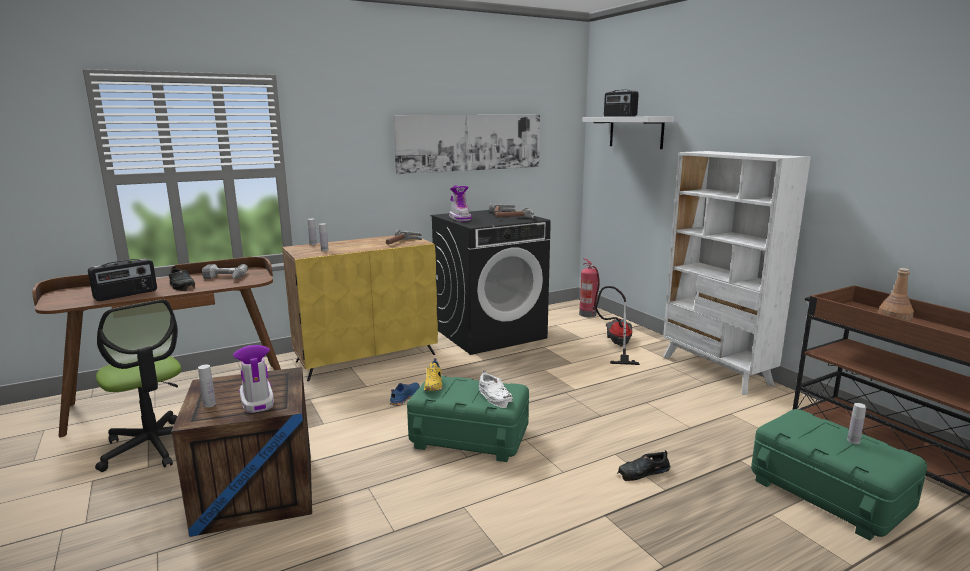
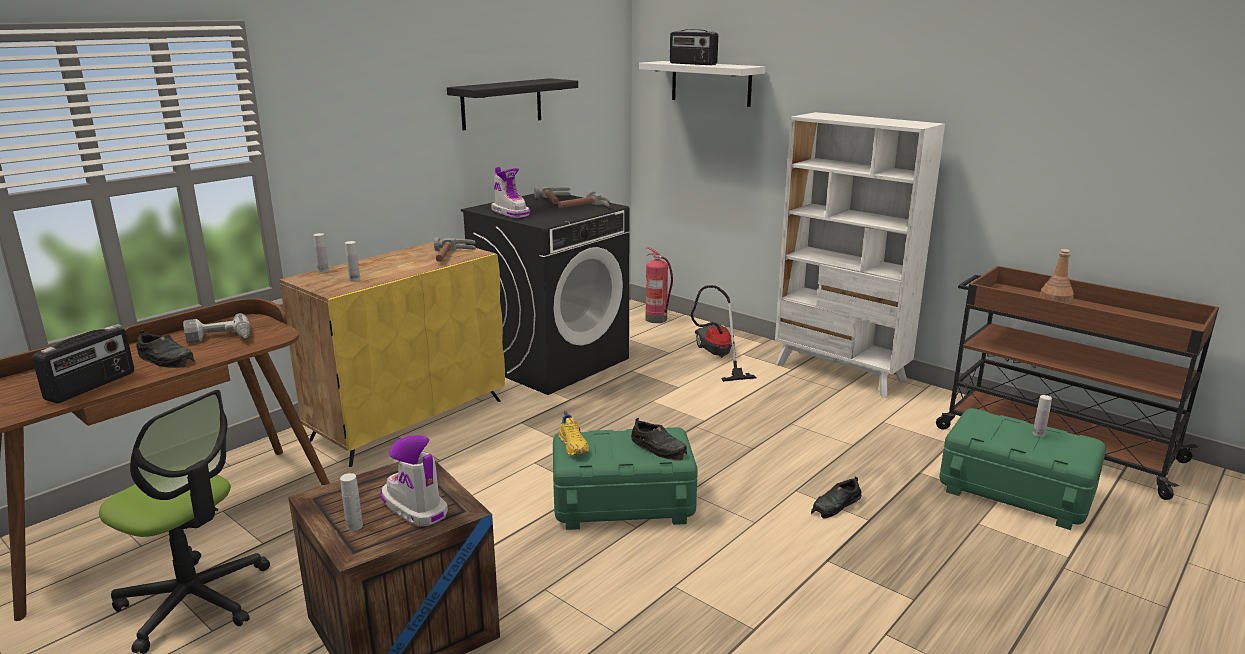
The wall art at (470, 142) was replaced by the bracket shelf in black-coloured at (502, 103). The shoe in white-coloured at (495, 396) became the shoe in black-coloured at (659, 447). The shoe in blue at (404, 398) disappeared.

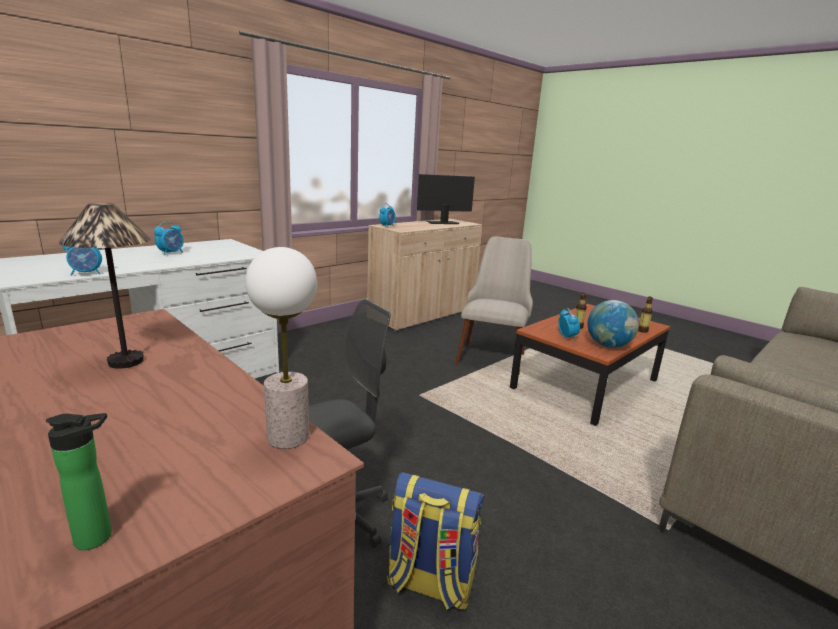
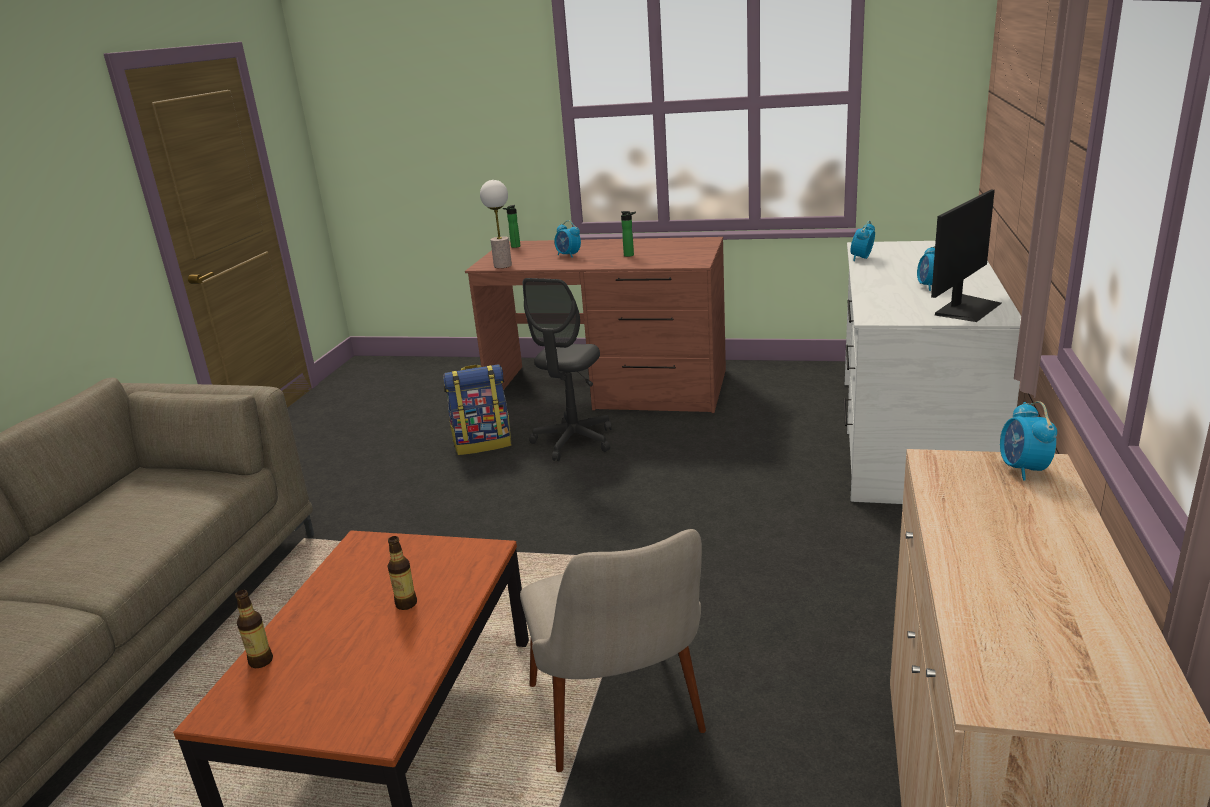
The table clock moved from (567, 337) to (568, 255). The tabletop lamp at (126, 361) was replaced by the drink bottle at (630, 255). The computer screen moved from (442, 222) to (967, 308). The world globe at (608, 345) disappeared.

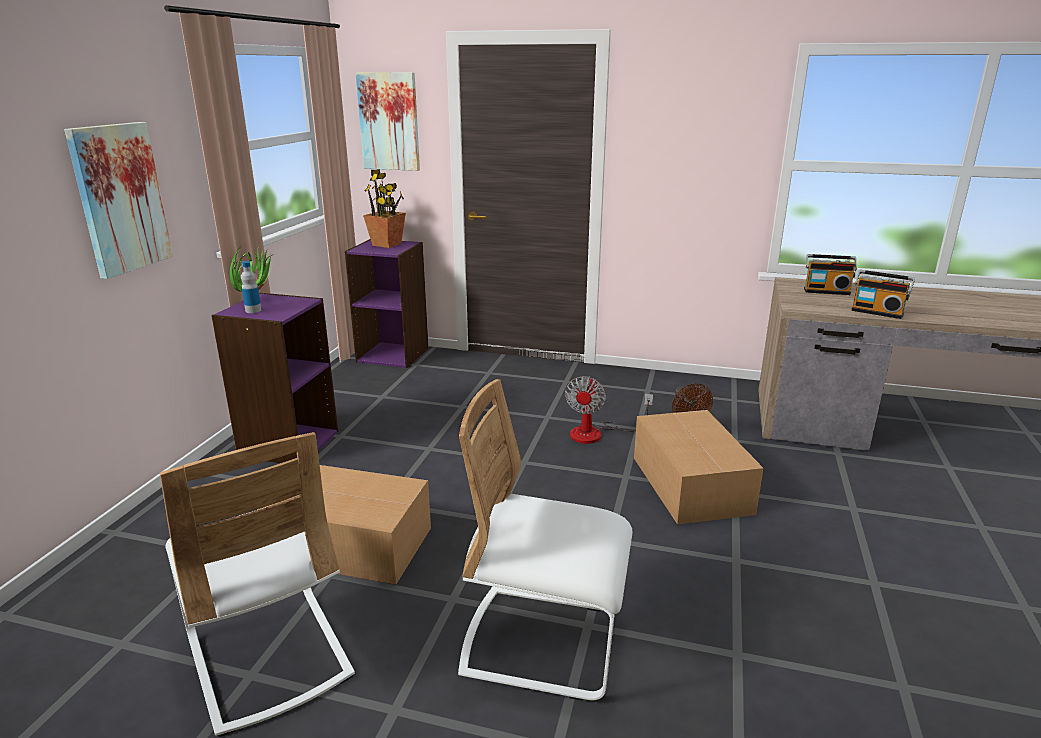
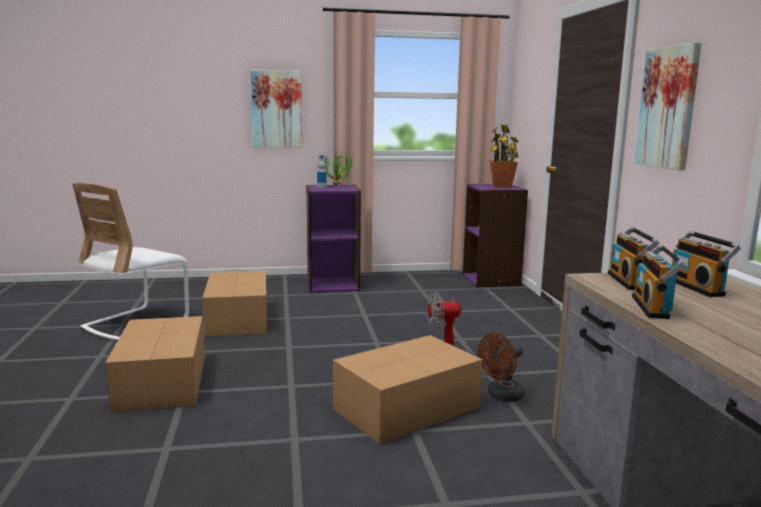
The chair in white-coloured at (543, 641) was replaced by the cardboard box at (163, 381). The radio set at (629, 281) appeared. The wall art moved from (389, 121) to (668, 107).

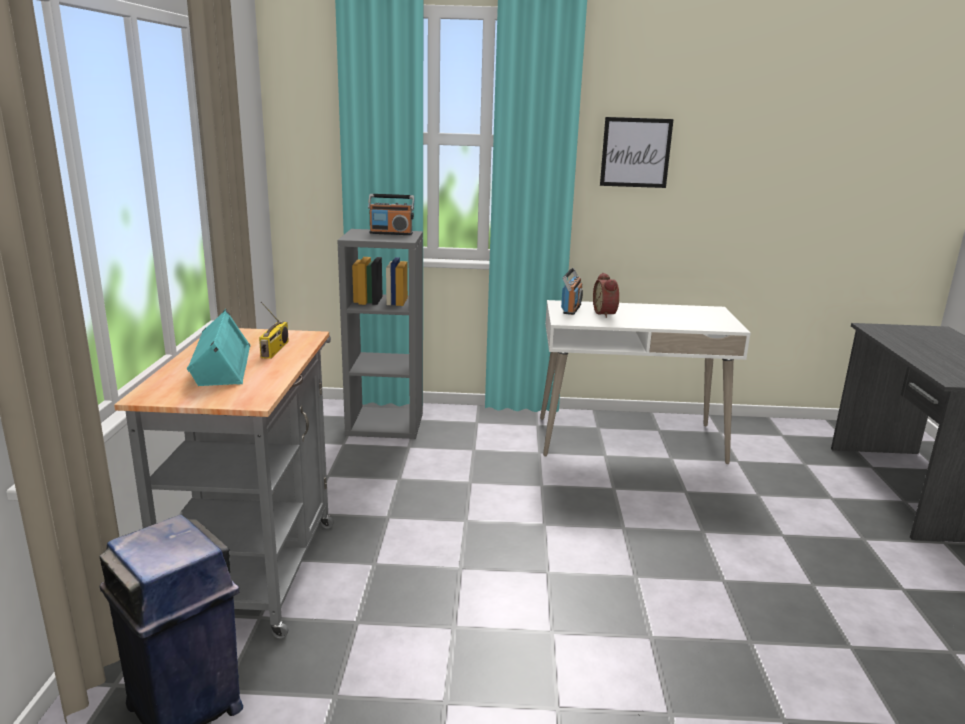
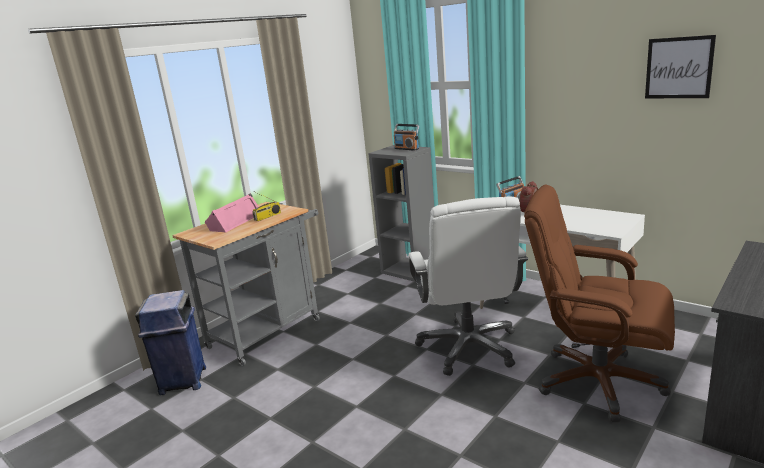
The audio speaker in turquoise at (219, 364) became the audio speaker in pinkish at (234, 221). The office chair in white-coloured at (469, 347) appeared. The office chair in brown-coloured at (597, 382) appeared. The wall art moved from (635, 152) to (679, 68).

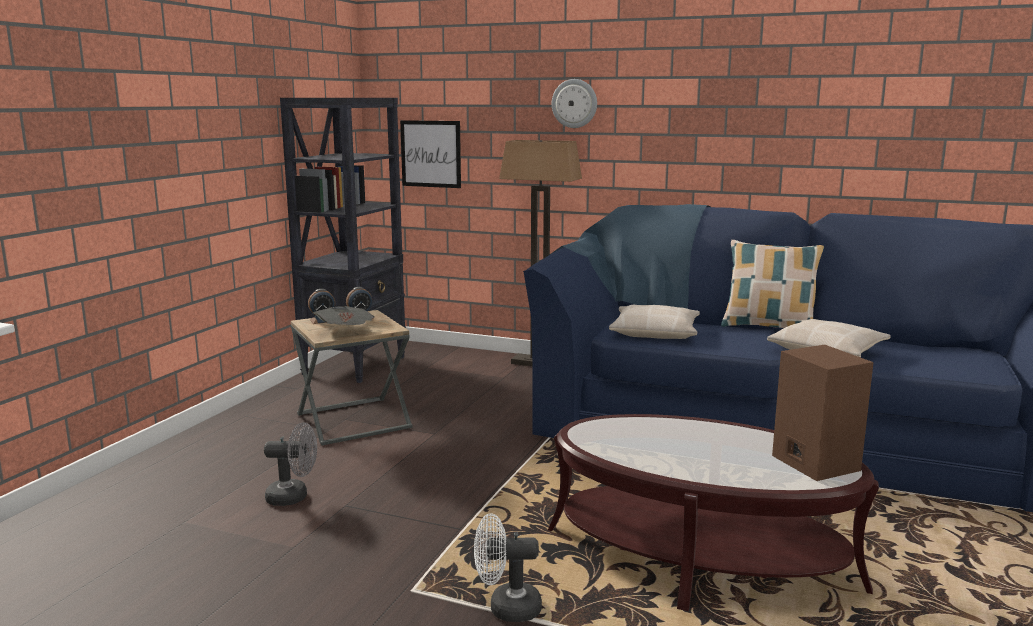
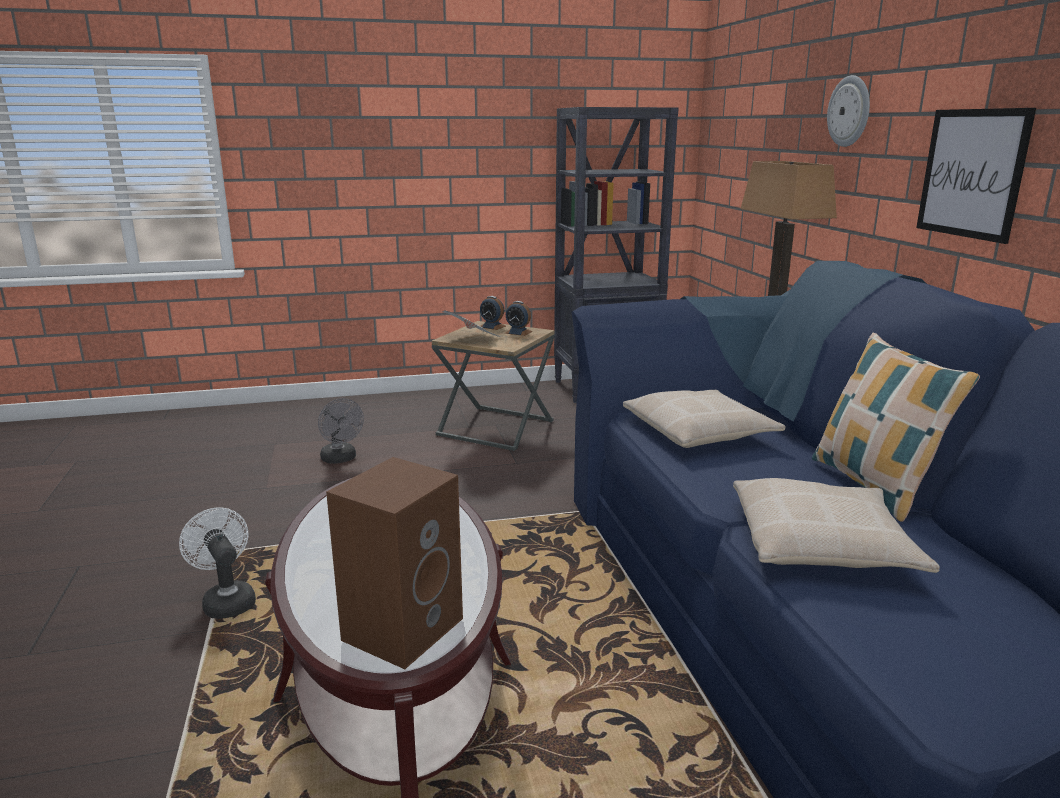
The wall art moved from (431, 154) to (972, 173).

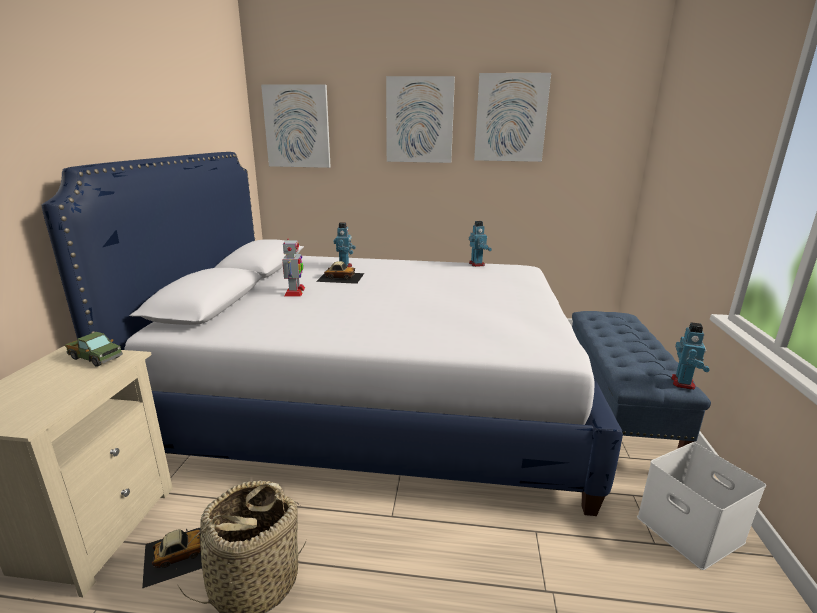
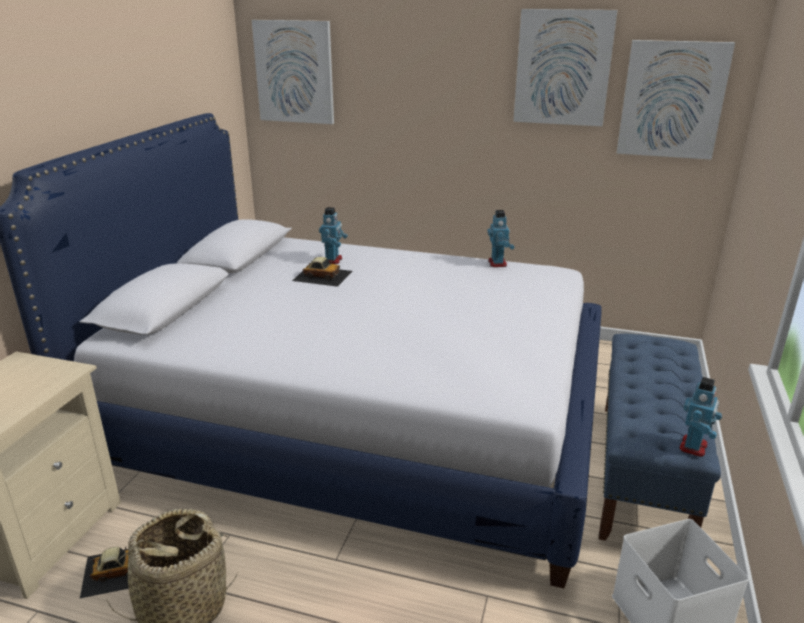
The wall art moved from (419, 120) to (672, 100). The model truck at (96, 358) disappeared. The toy robot at (294, 292) disappeared.

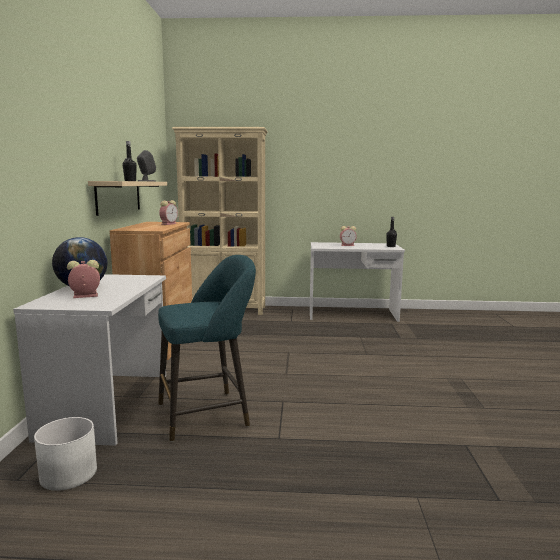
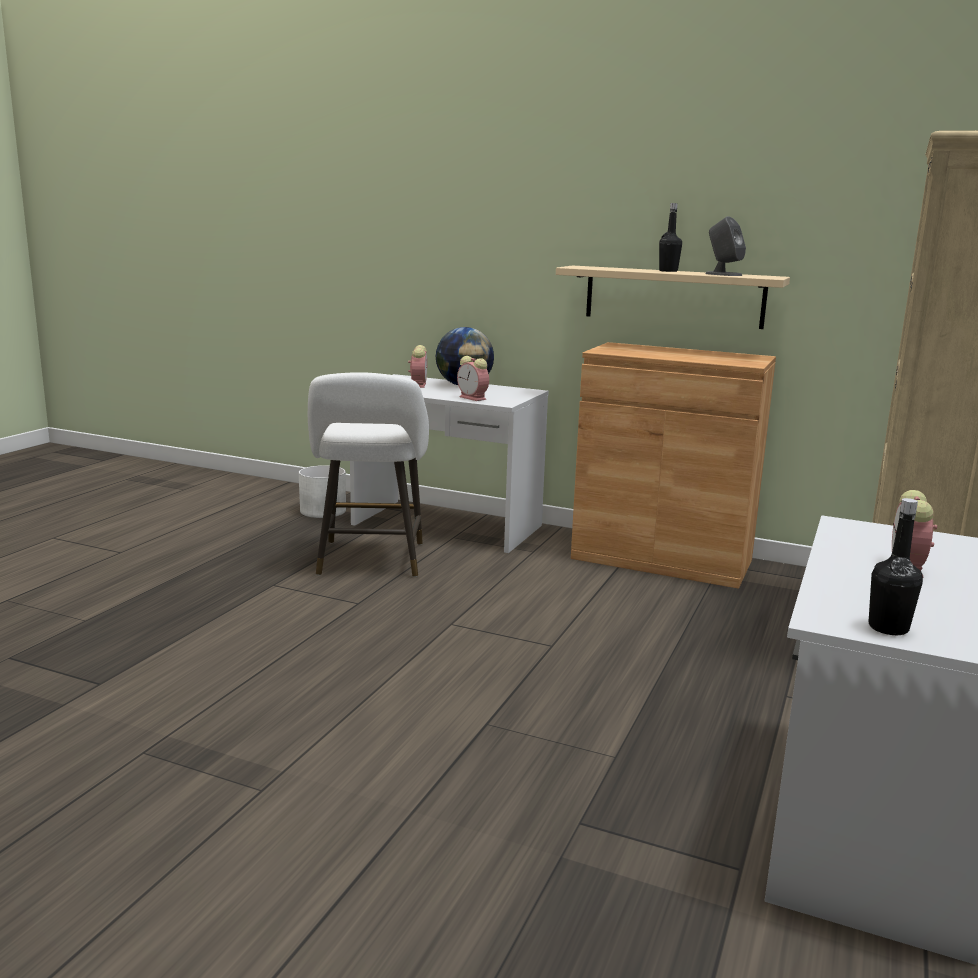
The stool in turquoise at (208, 414) became the stool in white-coloured at (370, 562). The table clock moved from (169, 224) to (473, 398).

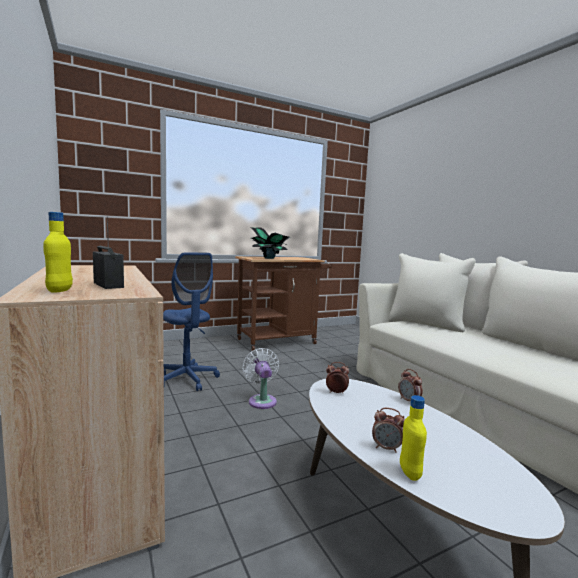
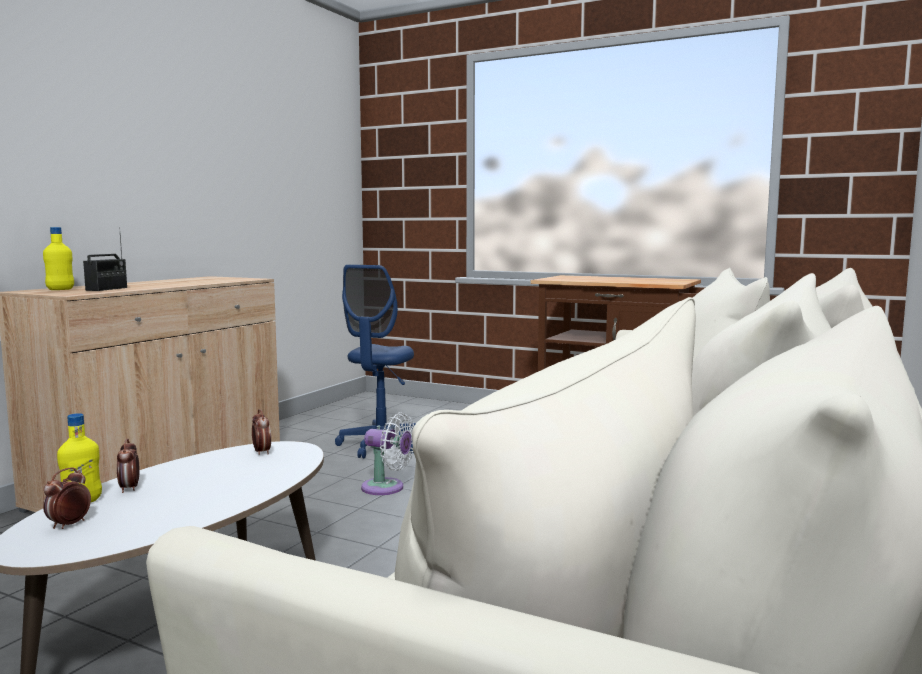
The table clock moved from (409, 401) to (69, 525). The electric fan in white-coloured at (262, 400) turned 75 degrees clockwise. The plant in a pot at (269, 258) disappeared.

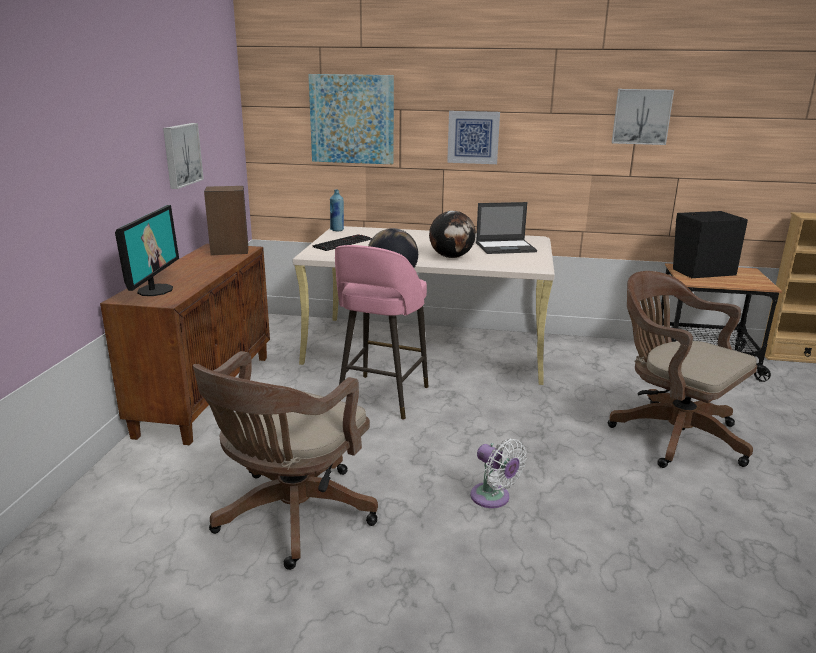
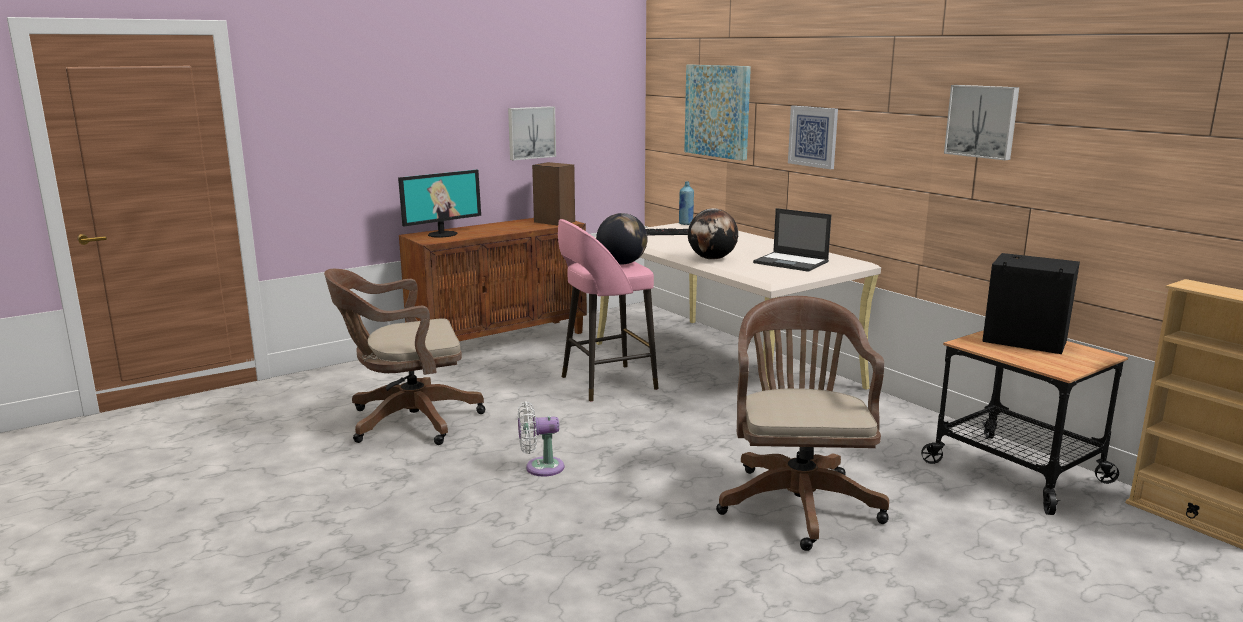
The electric fan in white-coloured at (493, 498) turned 75 degrees clockwise.

